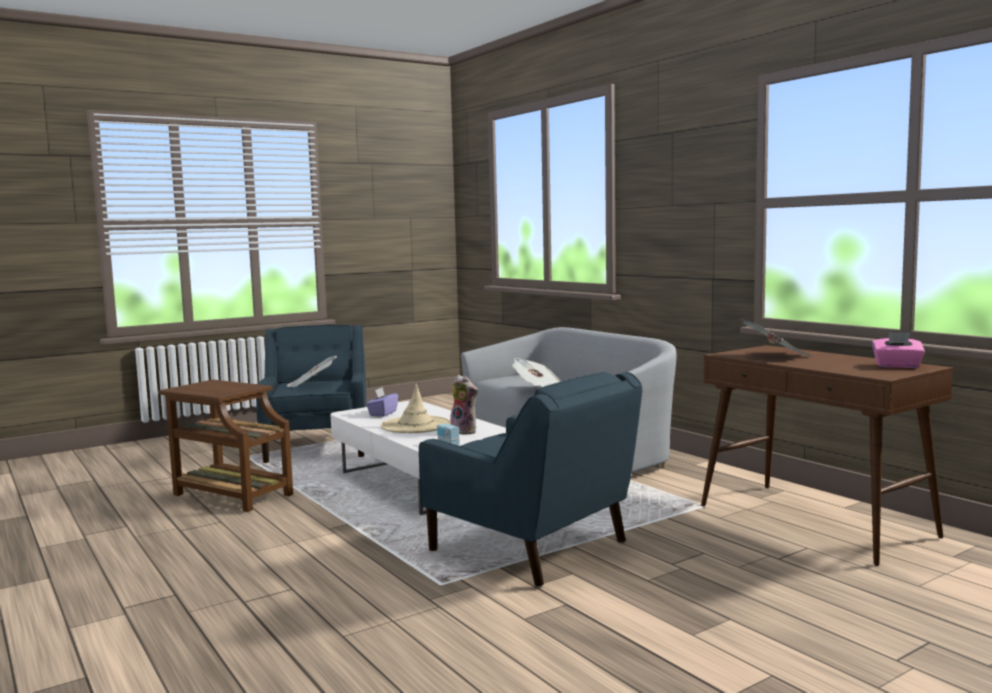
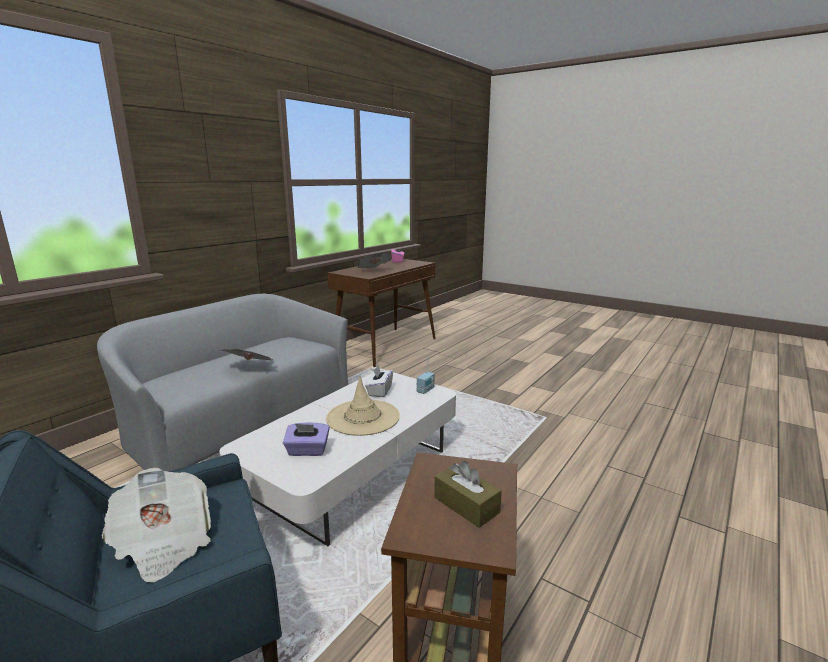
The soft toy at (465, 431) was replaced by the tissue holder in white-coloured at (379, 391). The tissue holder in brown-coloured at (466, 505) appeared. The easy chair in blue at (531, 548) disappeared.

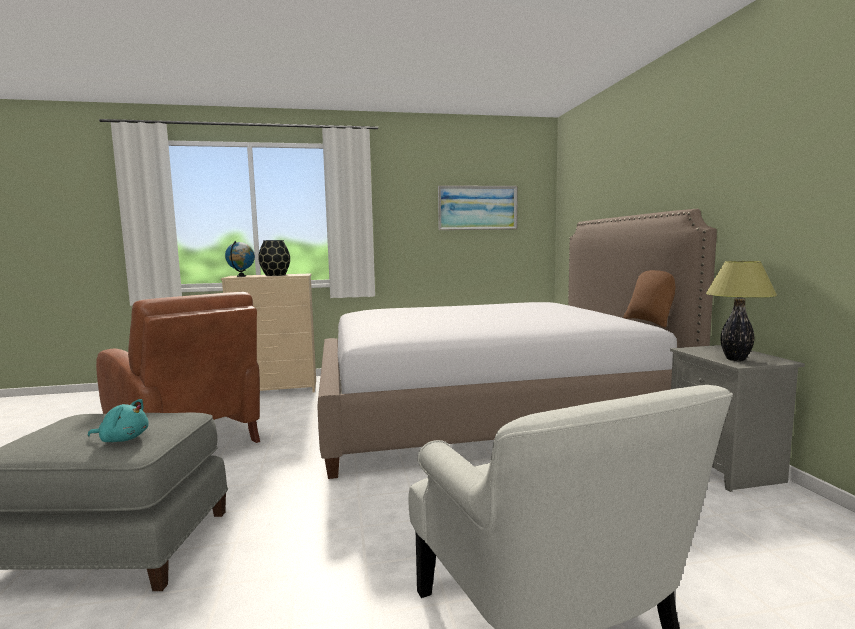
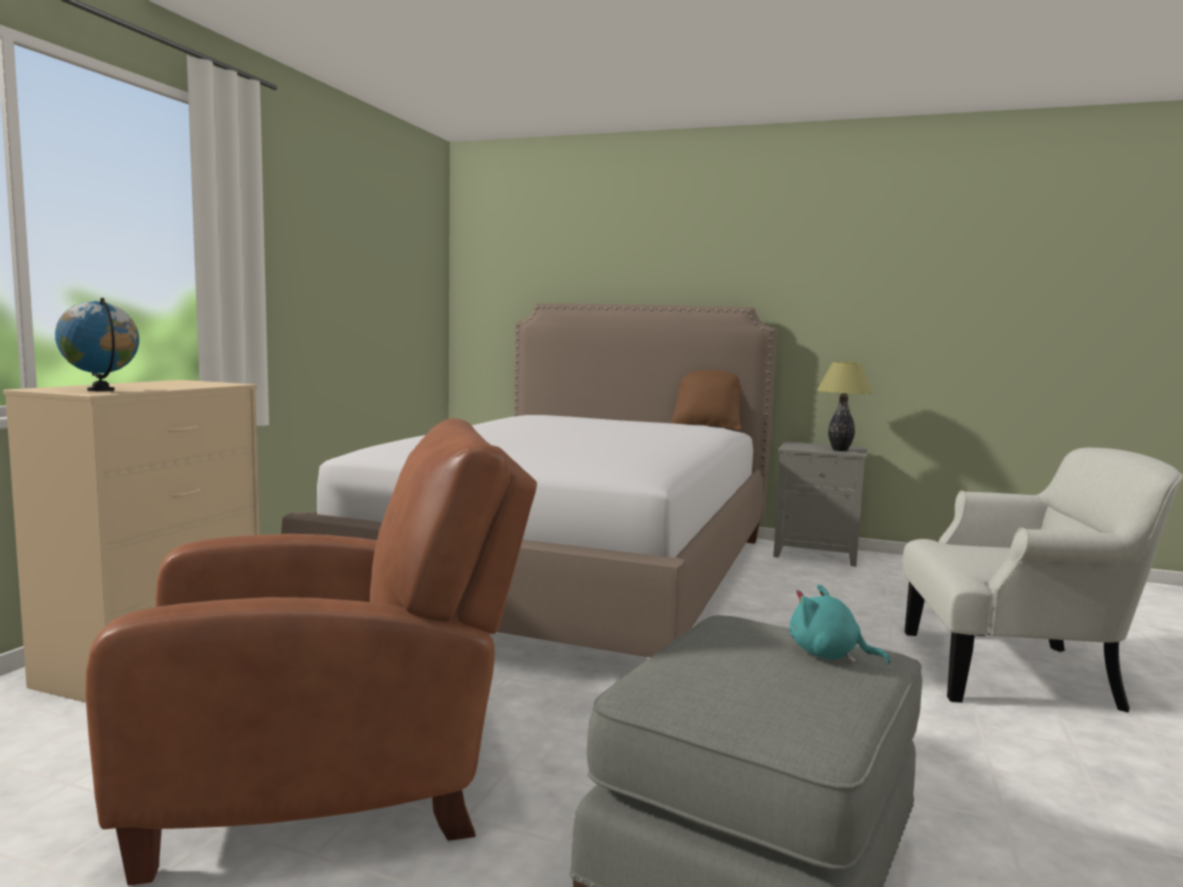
The soft toy in turquoise at (122, 439) turned 90 degrees counterclockwise. The decorative vase in black-coloured at (275, 275) disappeared. The wall art at (477, 208) disappeared.

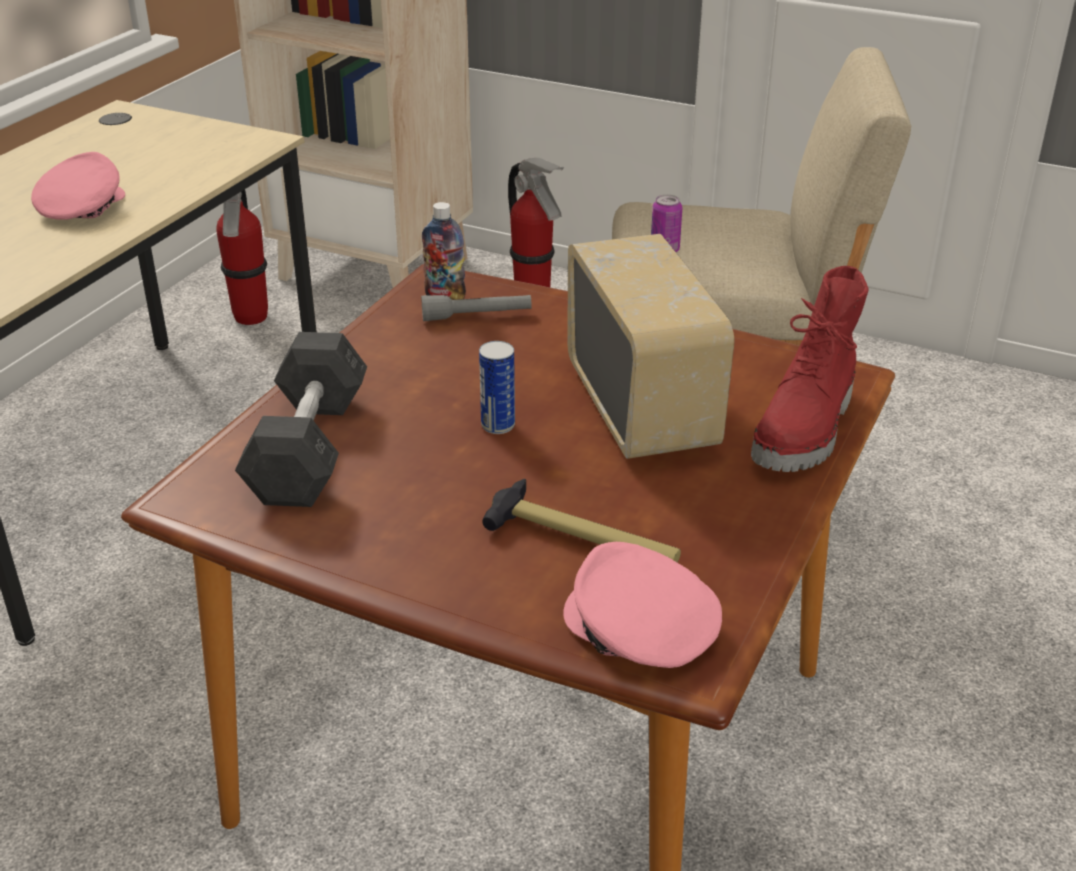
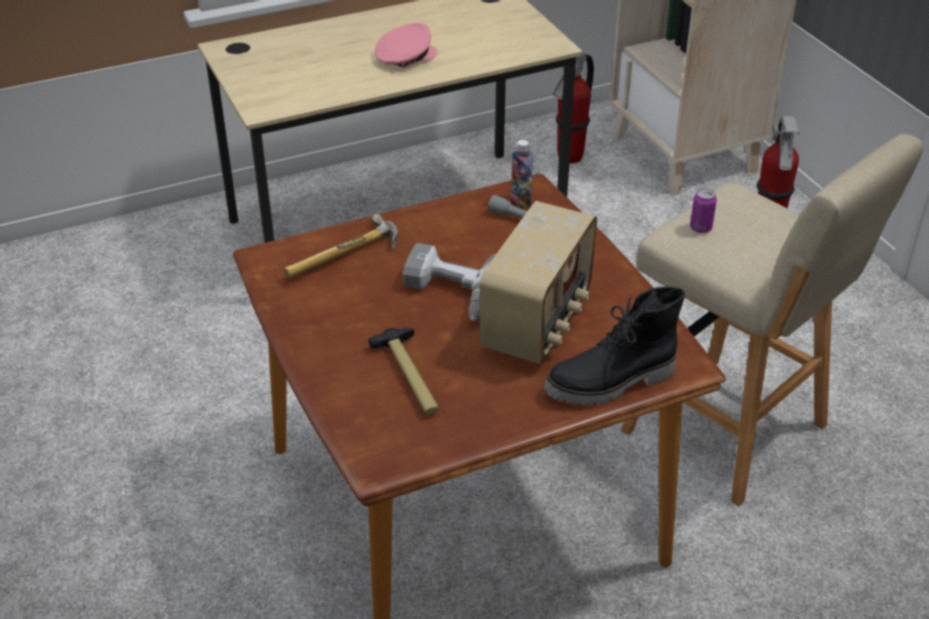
The hand weight in grey at (308, 448) was replaced by the hammer at (346, 258). The can at (498, 425) was replaced by the drill at (450, 293). The tall boot in red at (807, 431) became the tall boot in black-coloured at (611, 384). The baseball cap in pinkish at (638, 630) disappeared.

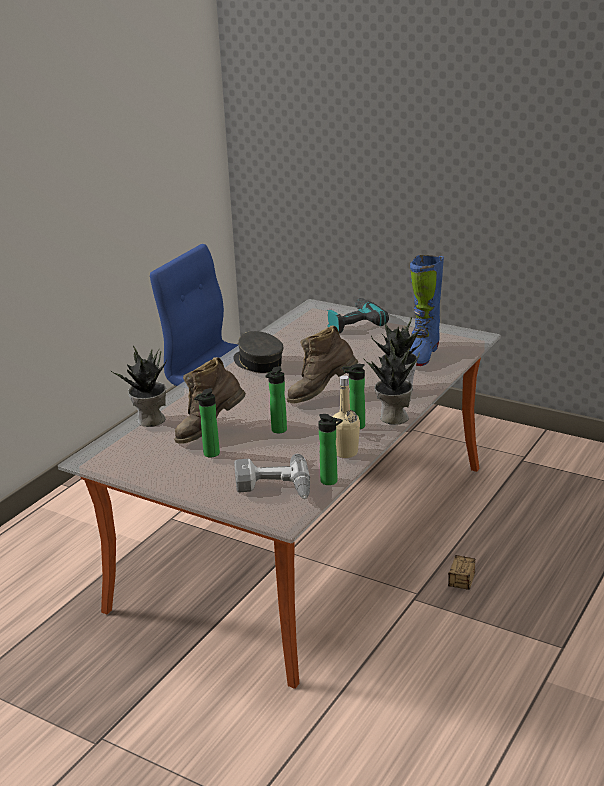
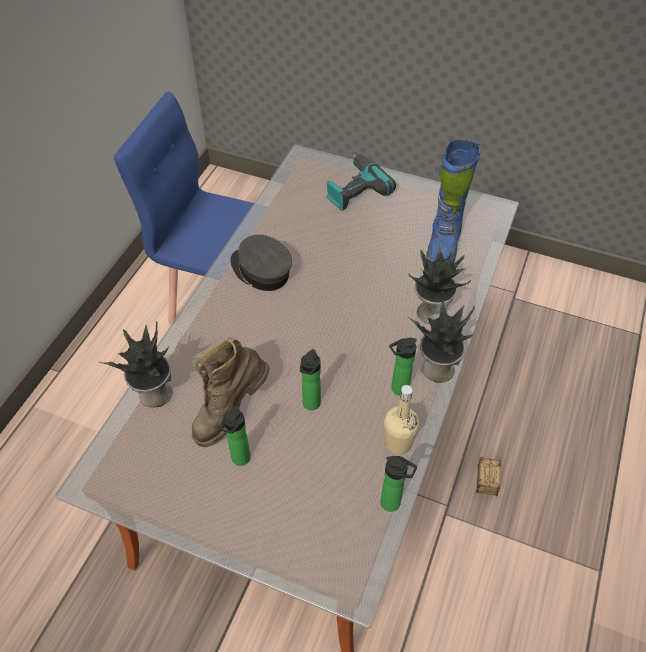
The drill at (273, 488) disappeared. The tall boot in brown-coloured at (321, 394) disappeared.

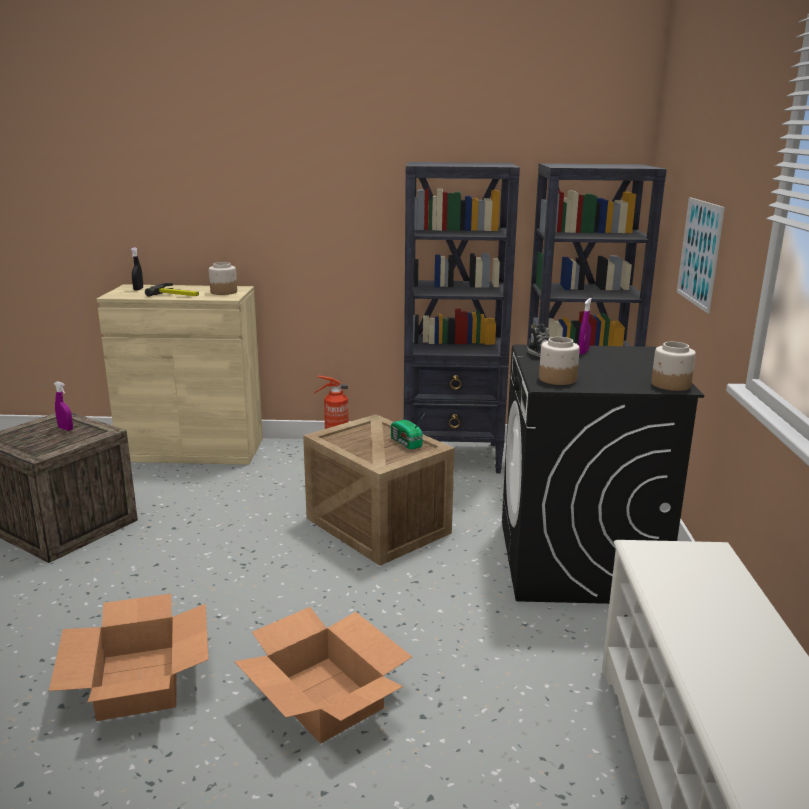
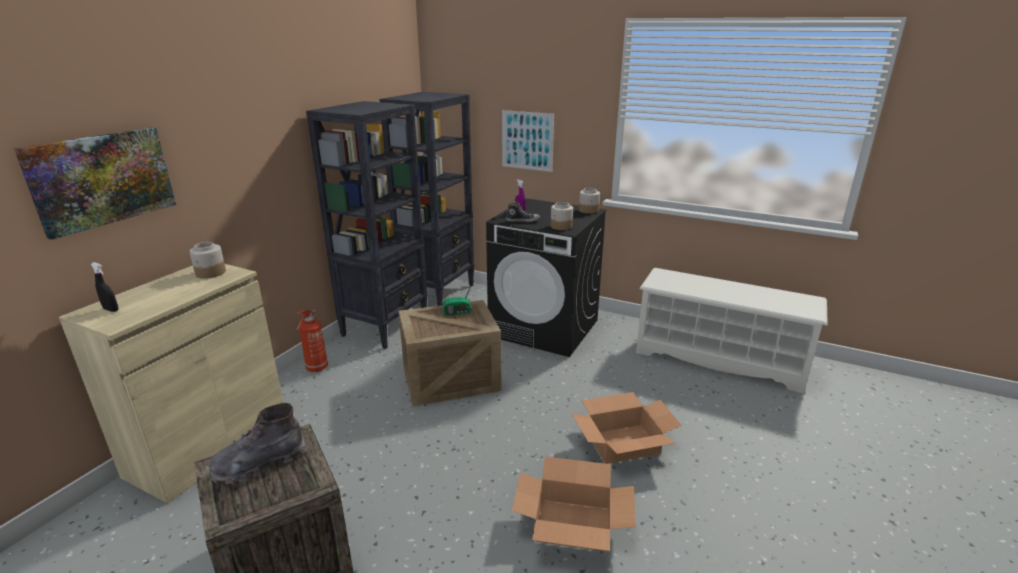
The wall art at (102, 179) appeared. The spray bottle in purple at (65, 429) was replaced by the tall boot in grey at (260, 463). The hammer at (177, 295) disappeared.

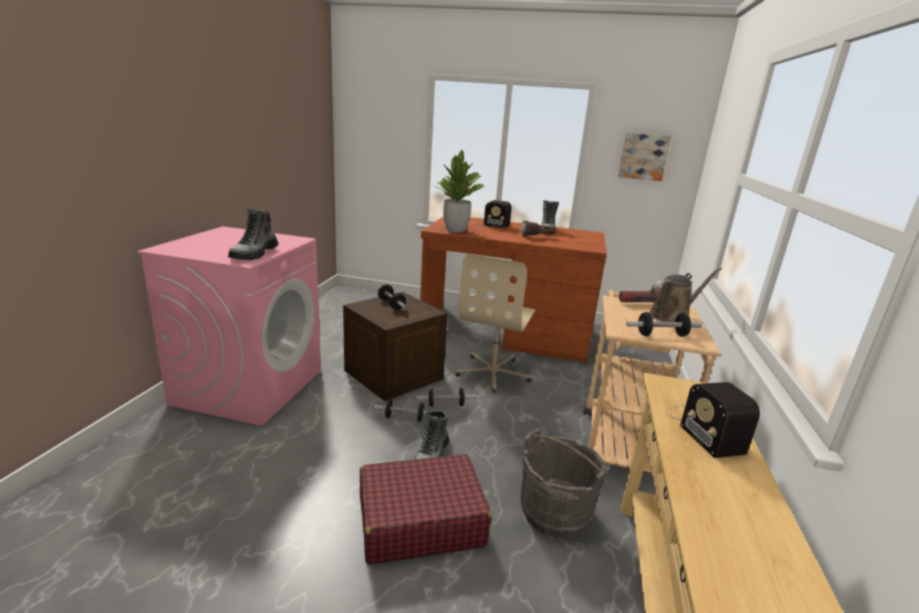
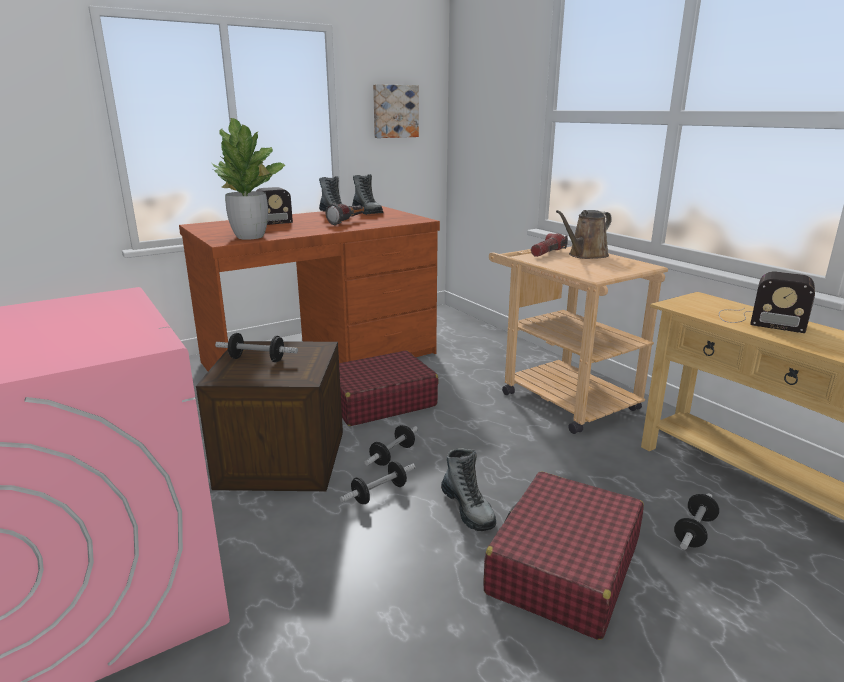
The office chair in sand-coloured at (493, 373) was replaced by the piece of luggage in red at (379, 401). The tall boot moved from (255, 254) to (368, 212). The watering can in brown-coloured at (672, 316) turned 150 degrees counterclockwise. The hand weight moved from (661, 335) to (694, 532). The bucket in grey at (554, 513) disappeared.

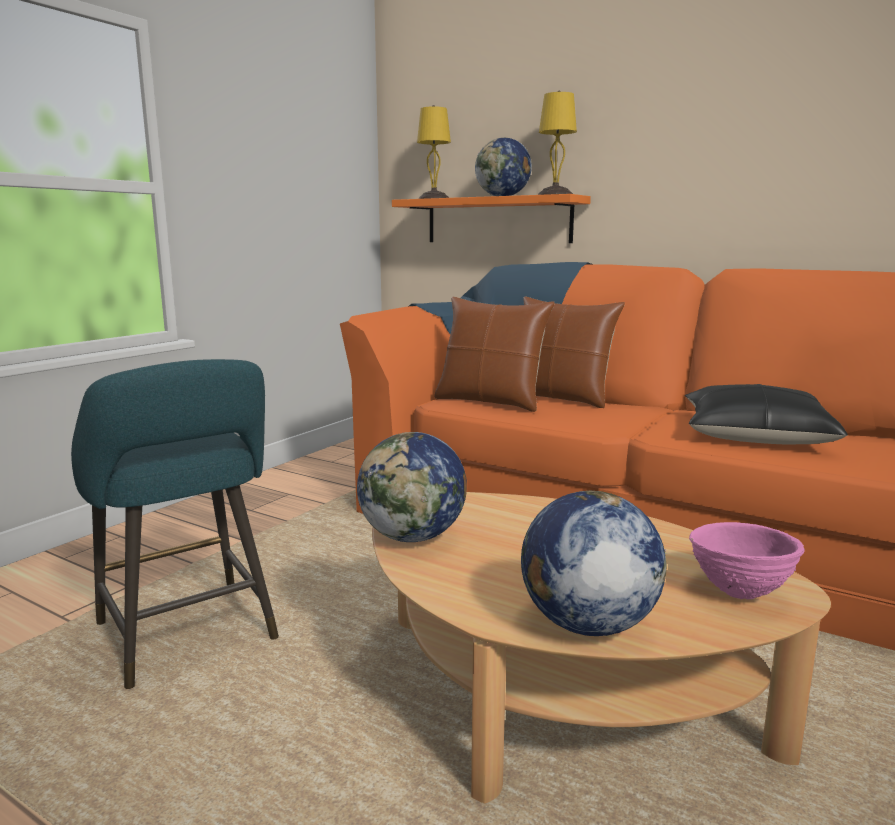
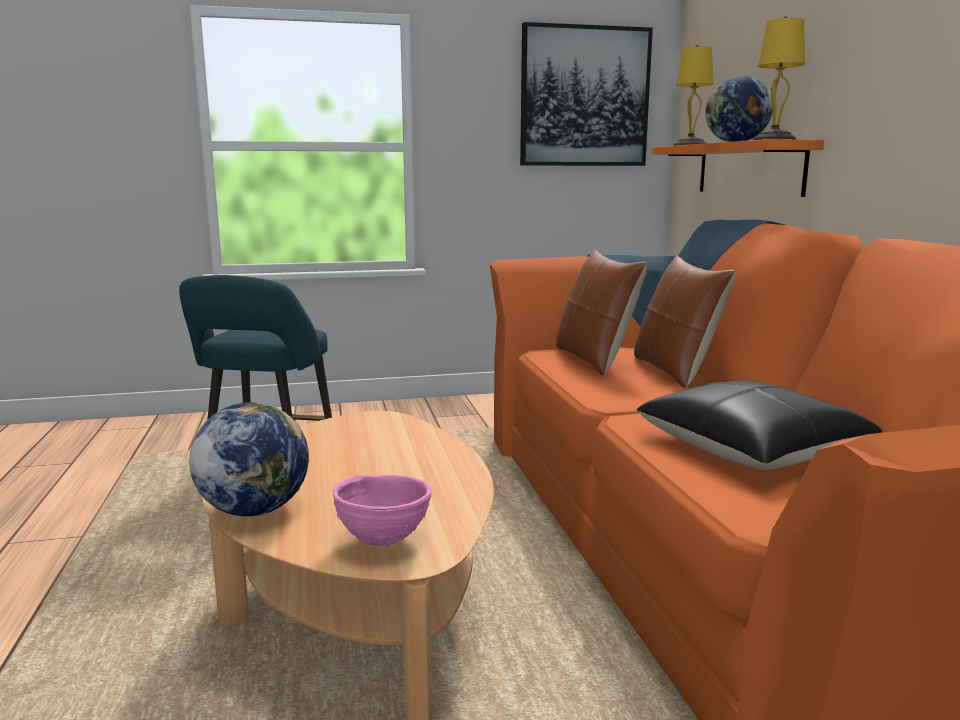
The wall art at (584, 97) appeared. The world globe at (413, 537) disappeared.

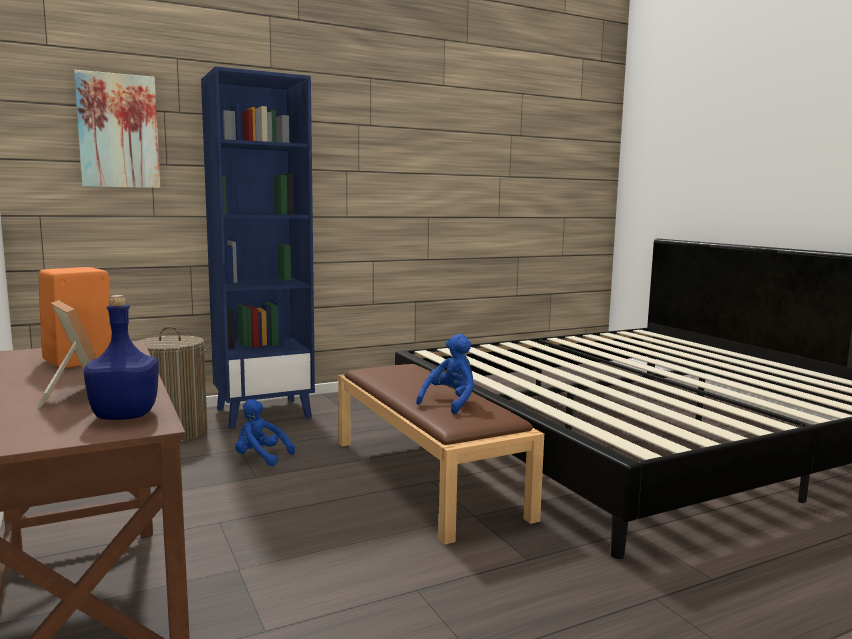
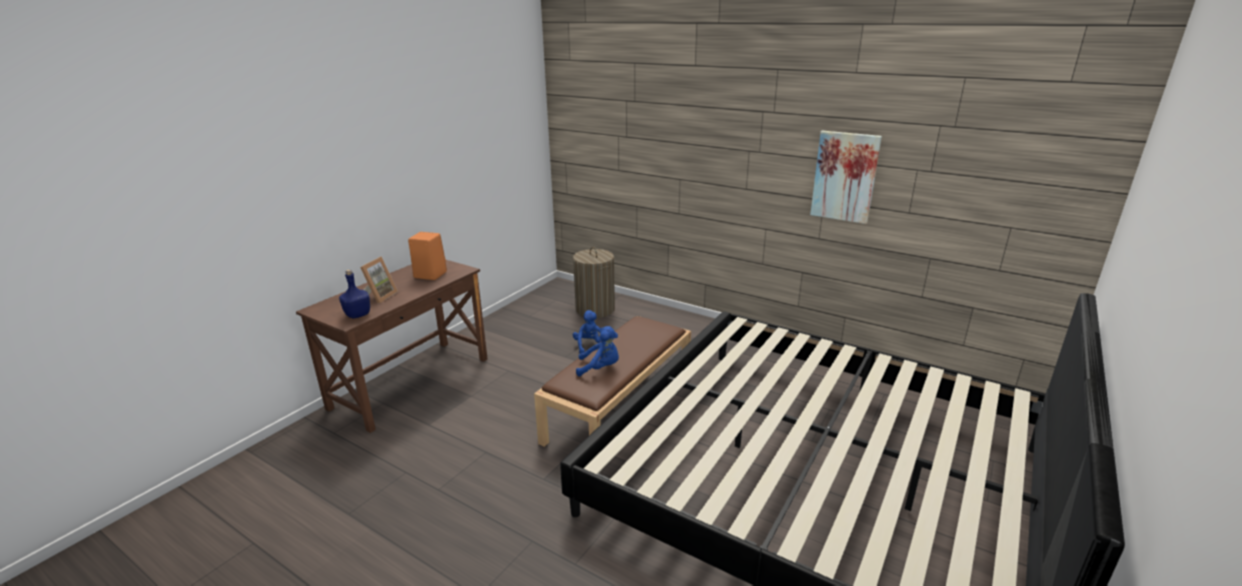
The wall art moved from (118, 131) to (845, 176). The bookcase in blue at (264, 413) disappeared.

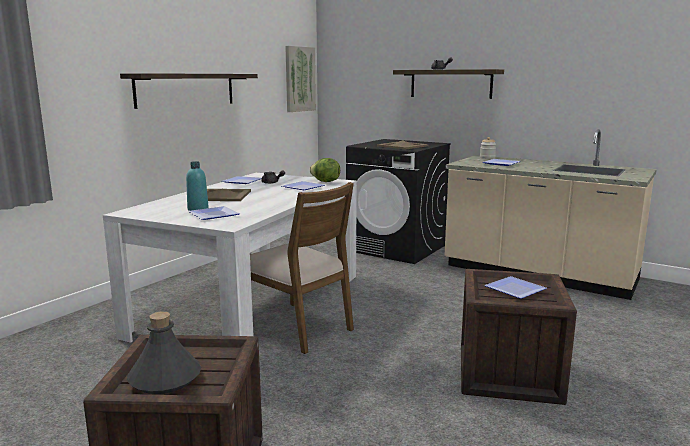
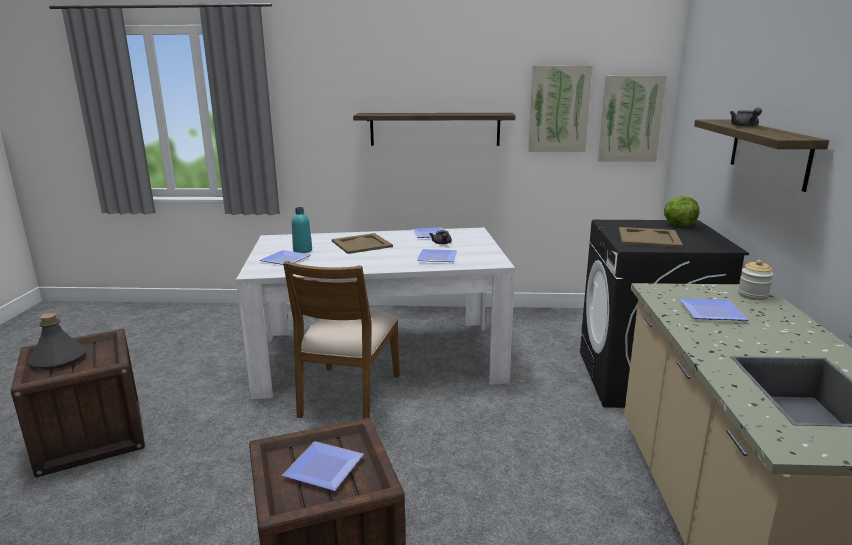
The wall art at (559, 109) appeared. The head of lettuce moved from (325, 182) to (678, 225).

